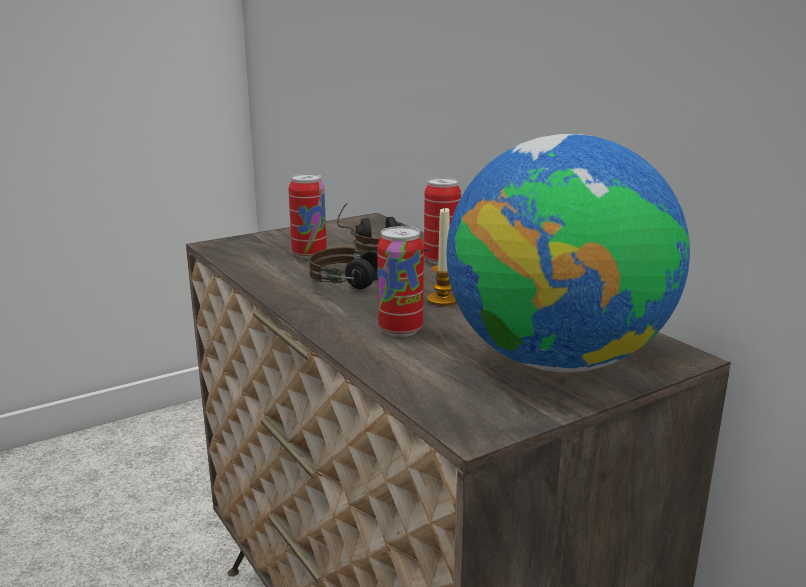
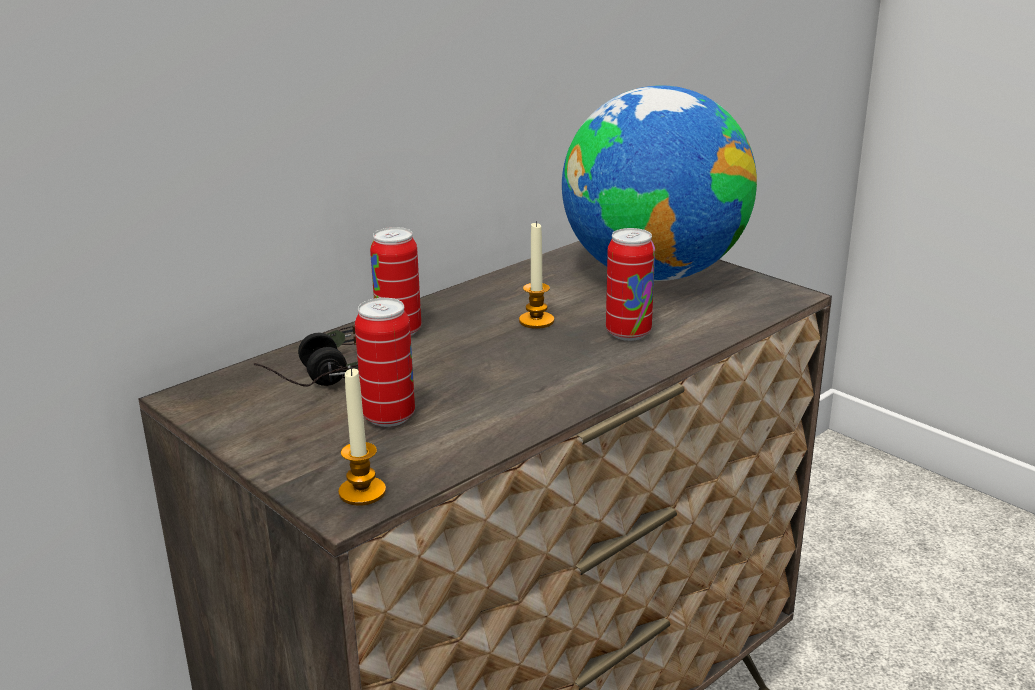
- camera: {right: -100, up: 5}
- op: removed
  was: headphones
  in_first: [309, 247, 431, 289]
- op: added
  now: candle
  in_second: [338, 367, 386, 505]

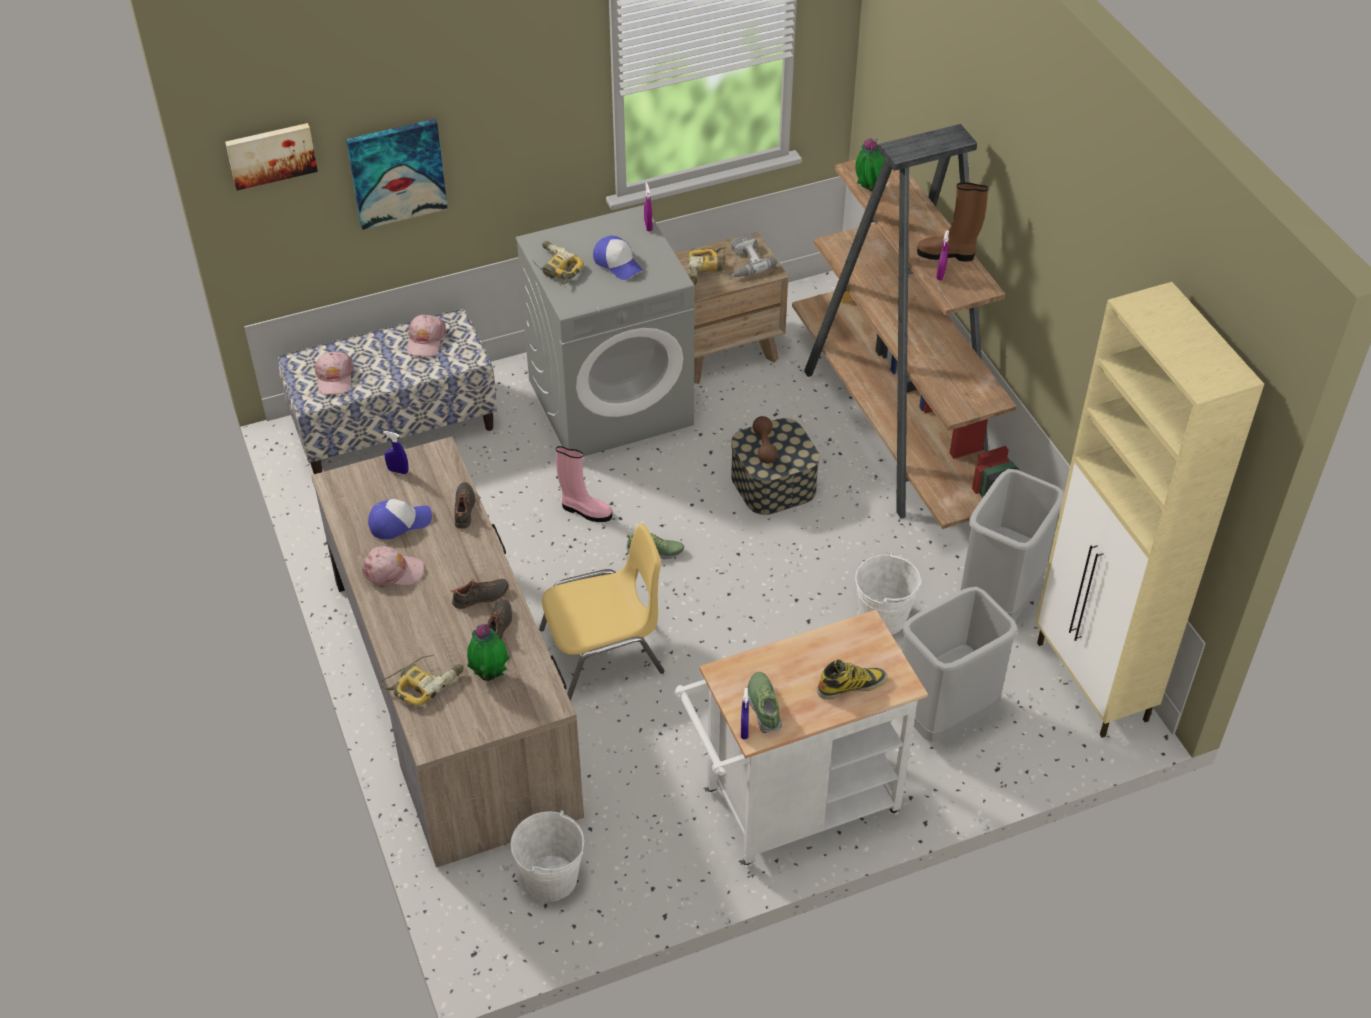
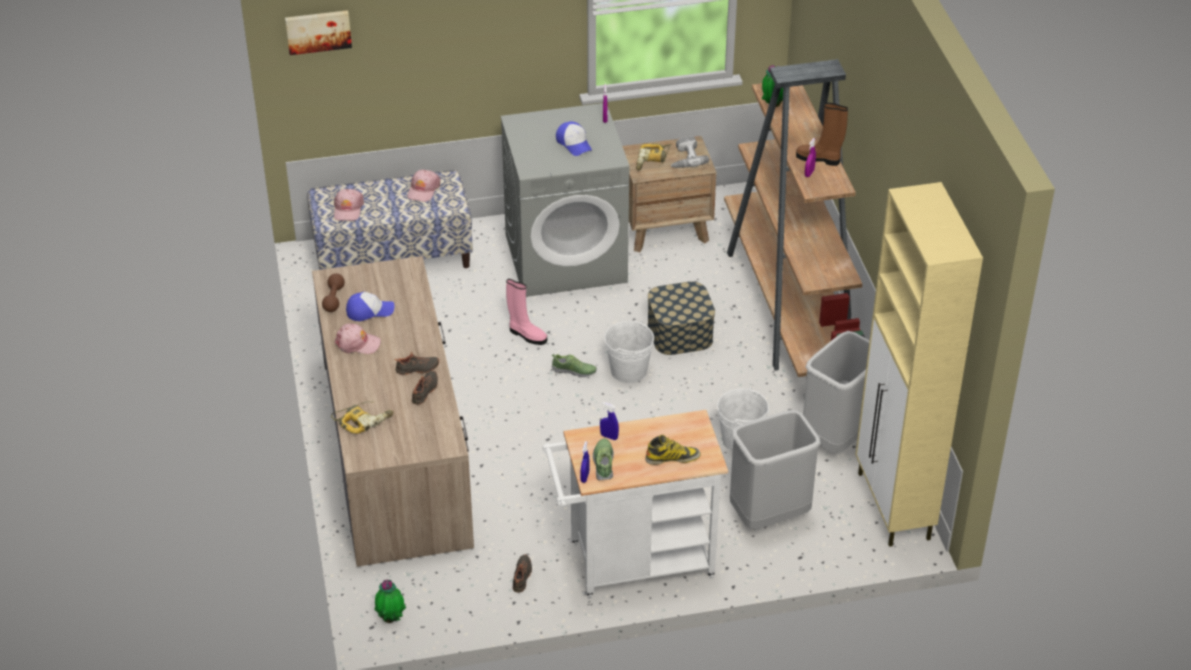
- camera: {right: 10, up: -5}
- op: removed
  was: picture
  in_first: [346, 119, 448, 230]
- op: removed
  was: power drill
  in_first: [531, 241, 584, 285]
- op: removed
  was: yellow chair
  in_first: [539, 524, 665, 701]
- op: moved
  was: blue spray bottle
  in_first: [383, 431, 408, 474]
  in_second: [600, 402, 619, 440]
- op: moved
  was: black shoe
  in_first: [454, 482, 476, 529]
  in_second: [513, 555, 532, 592]
- op: moved
  was: potted plant
  in_first: [467, 624, 510, 681]
  in_second: [374, 580, 406, 623]
- op: moved
  was: white bucket
  in_first: [510, 810, 584, 902]
  in_second: [605, 321, 654, 383]
- op: moved
  was: brown dumbbell
  in_first: [753, 416, 778, 464]
  in_second: [322, 273, 345, 312]

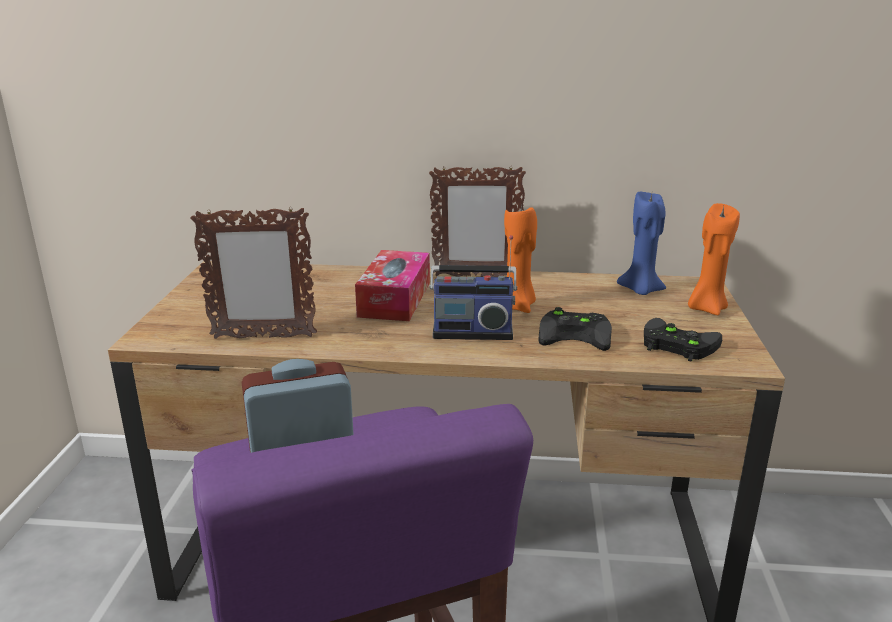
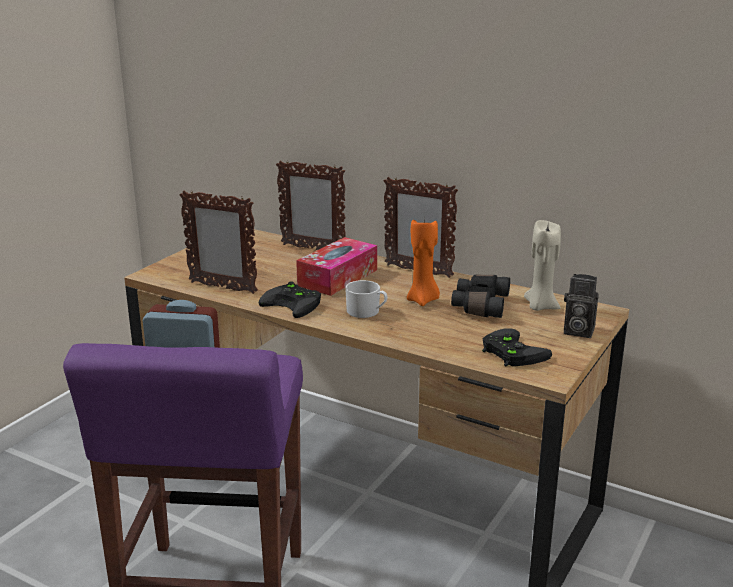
- camera: {right: 25, up: 0}
- op: added
  now: picture frame
  in_second: [276, 160, 346, 250]
- op: added
  now: black binoculars
  in_second: [451, 275, 510, 318]
- op: moved
  was: black game controller
  in_first: [538, 307, 612, 351]
  in_second: [259, 281, 321, 318]
- op: replaced
  was: radio
  now: white mug
  in_first: [430, 235, 517, 340]
  in_second: [345, 280, 388, 318]
- op: replaced
  was: orange candle
  now: photo camera
  in_first: [688, 203, 740, 315]
  in_second: [564, 274, 599, 338]
- op: recoloured
  was: blue candle
  now: beige candle
  in_first: [617, 192, 666, 295]
  in_second: [524, 220, 561, 311]

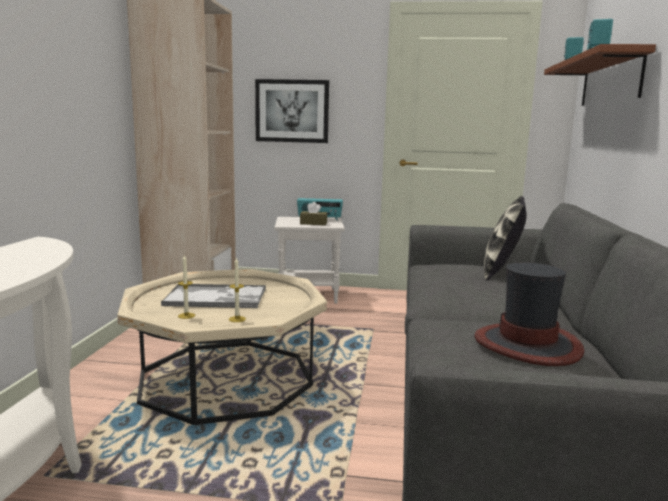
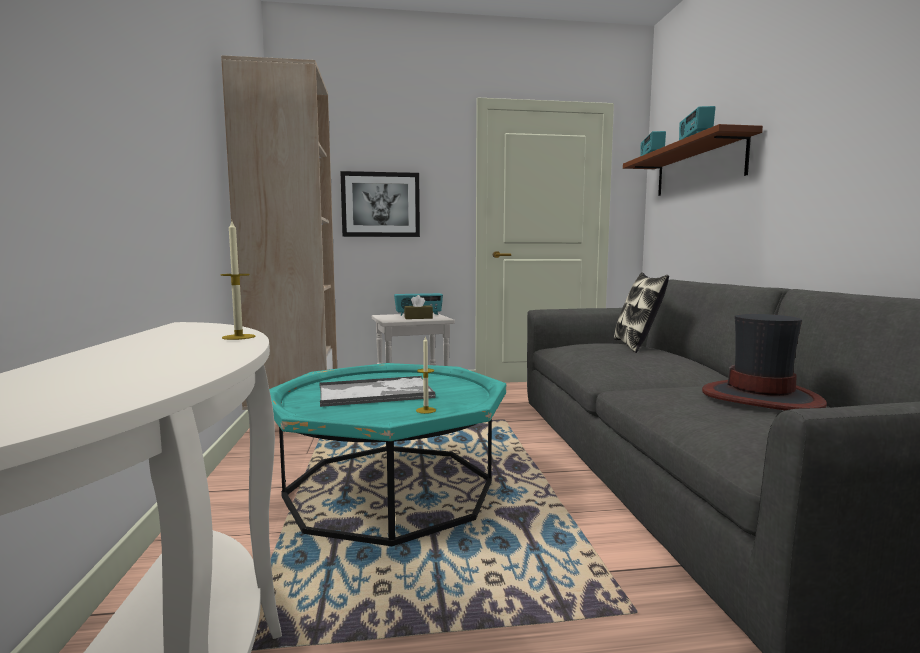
- camera: {right: -15, up: -5}
- op: moved
  was: candle
  in_first: [178, 255, 195, 319]
  in_second: [221, 221, 255, 340]
- op: recoloured
  was: beige coffee table
  now: turquoise coffee table
  in_first: [117, 269, 327, 425]
  in_second: [269, 363, 506, 546]

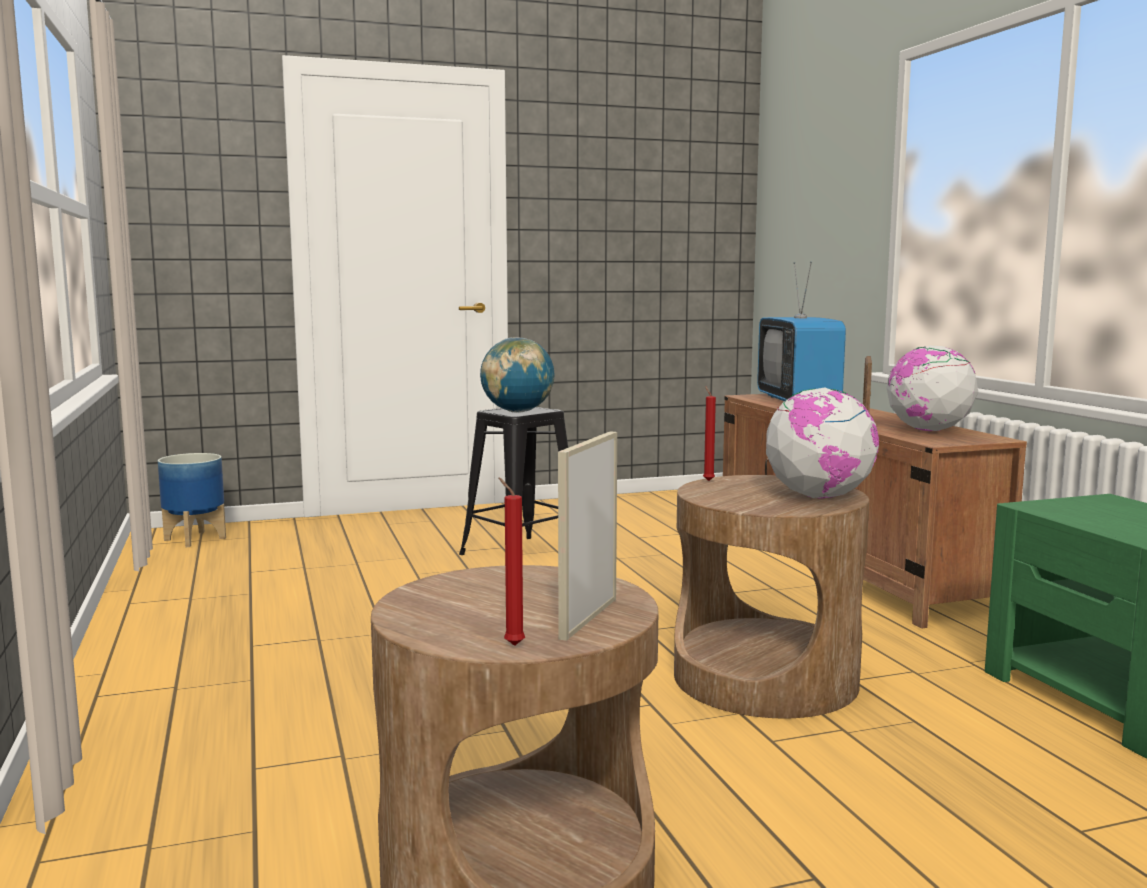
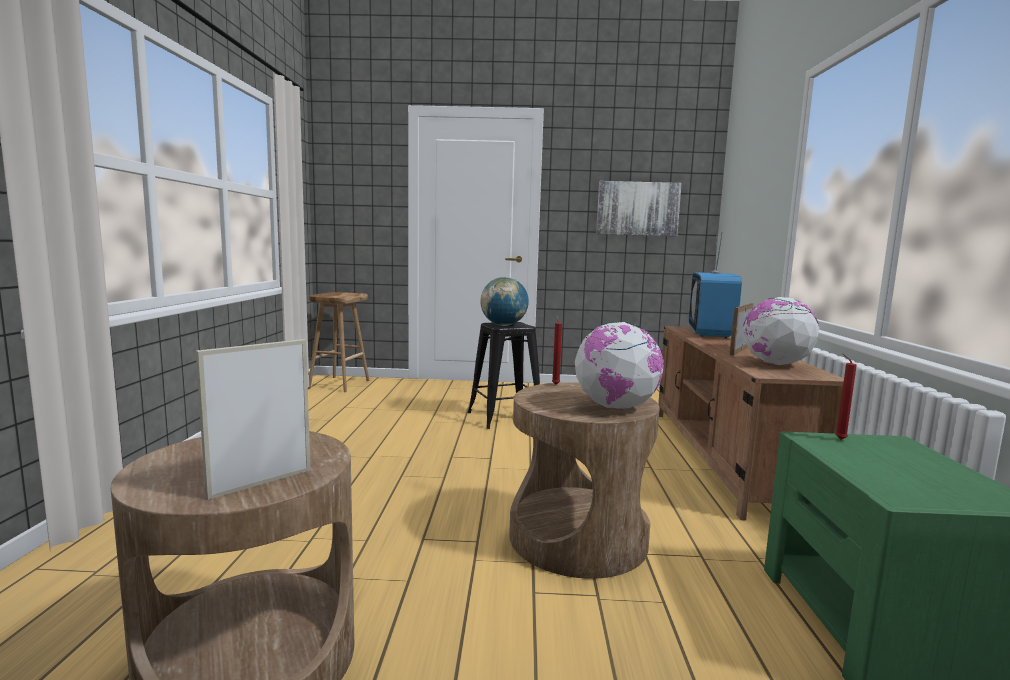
- camera: {right: 20, up: 0}
- op: added
  now: picture
  in_second: [596, 181, 682, 236]
- op: moved
  was: red candle
  in_first: [498, 478, 525, 646]
  in_second: [836, 354, 857, 440]
- op: replaced
  was: planter
  now: brown stool
  in_first: [158, 453, 226, 547]
  in_second: [308, 292, 370, 392]

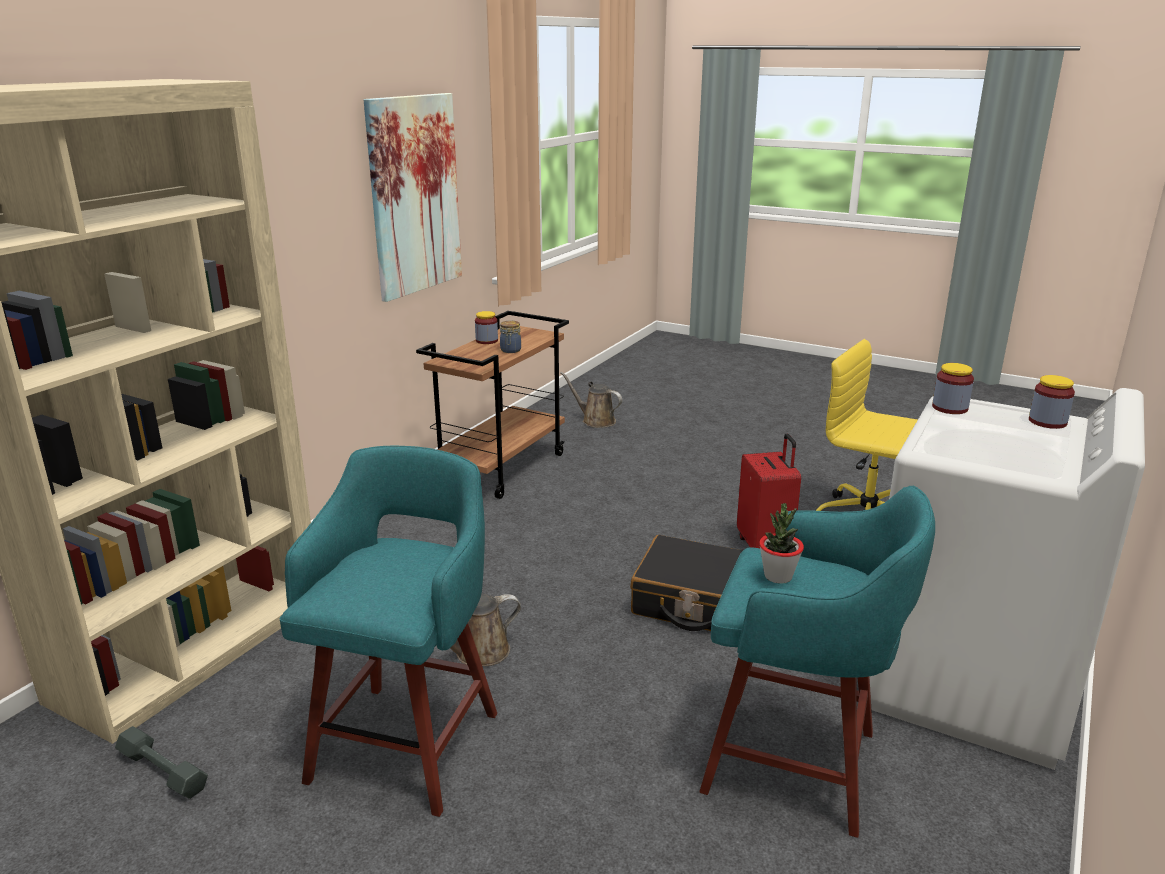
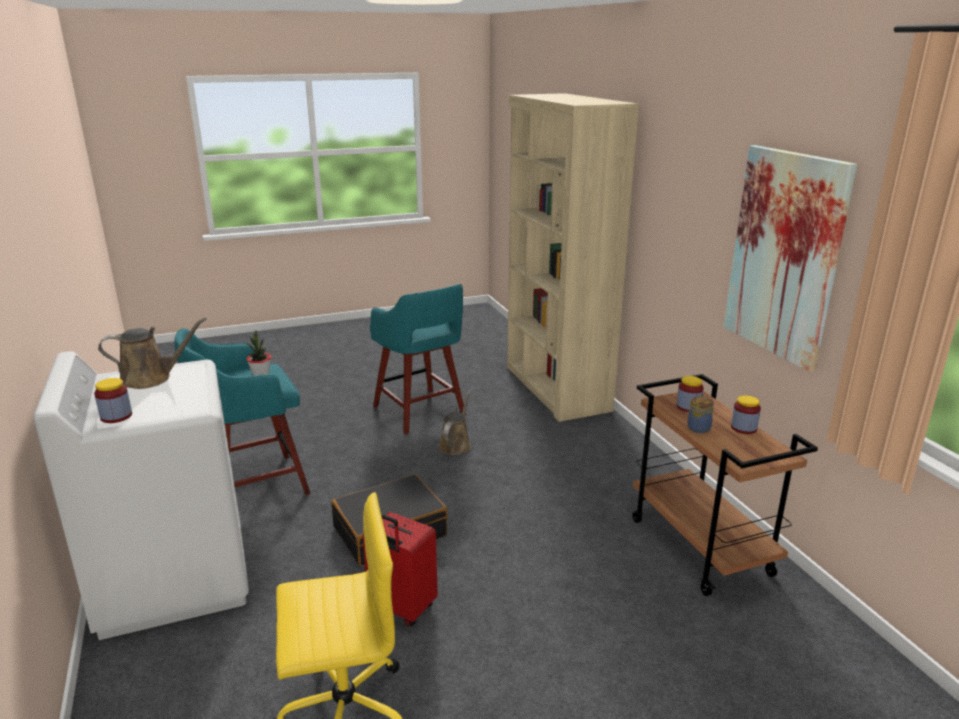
- camera: {right: 130, up: 0}
- op: removed
  was: grey dumbbell
  in_first: [115, 726, 208, 799]
- op: moved
  was: brown watering can
  in_first: [560, 372, 623, 428]
  in_second: [98, 318, 206, 389]
- op: moved
  was: jar
  in_first: [932, 363, 974, 414]
  in_second: [677, 376, 704, 412]

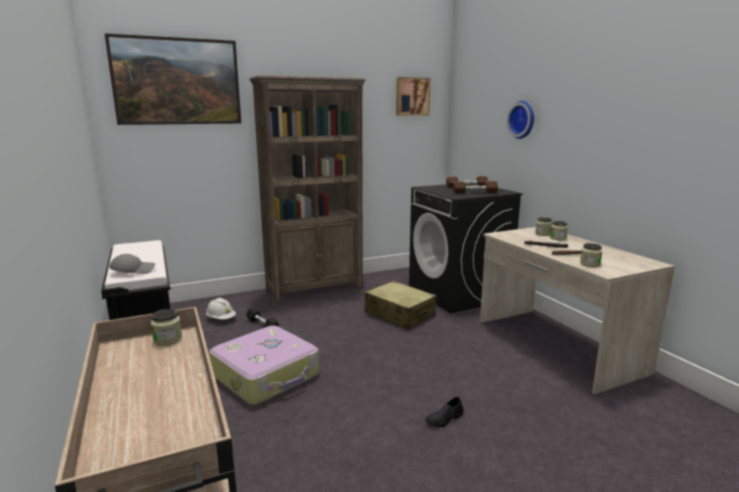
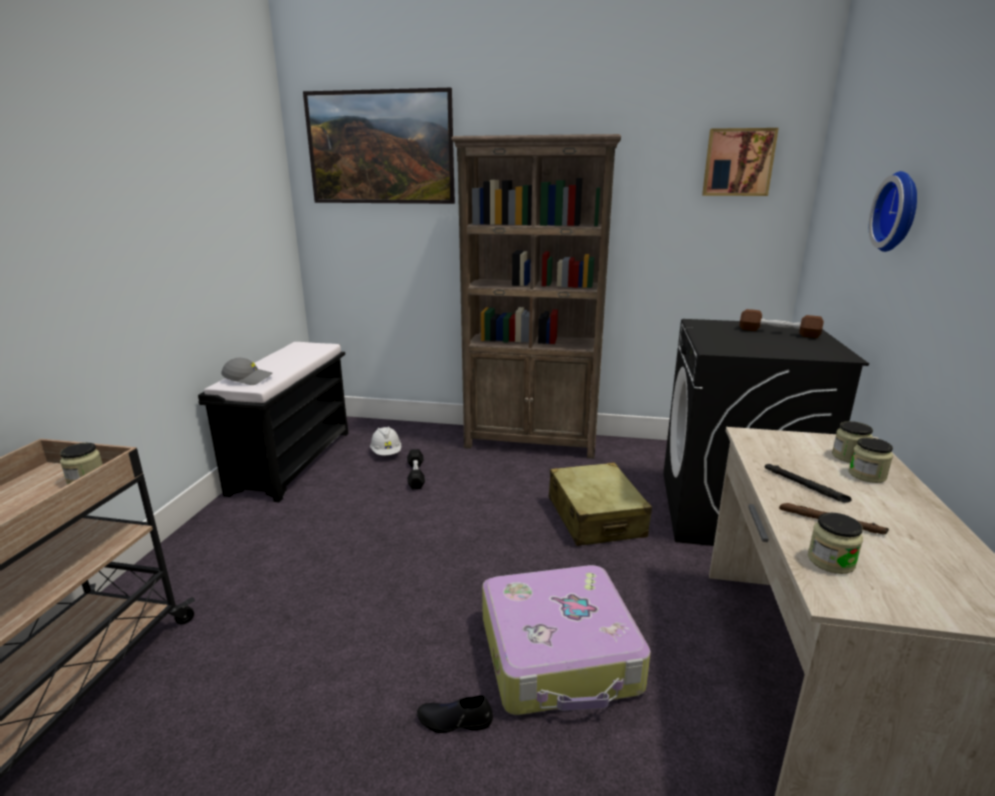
- camera: {right: 35, up: 5}
- op: removed
  was: brown dumbbell
  in_first: [453, 181, 498, 194]
- op: moved
  was: suitcase
  in_first: [209, 326, 319, 405]
  in_second: [482, 565, 651, 715]

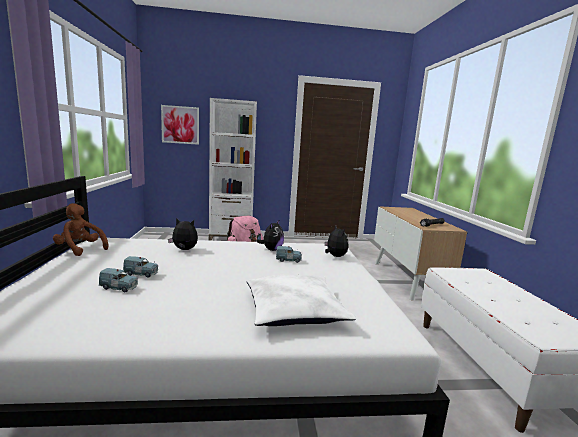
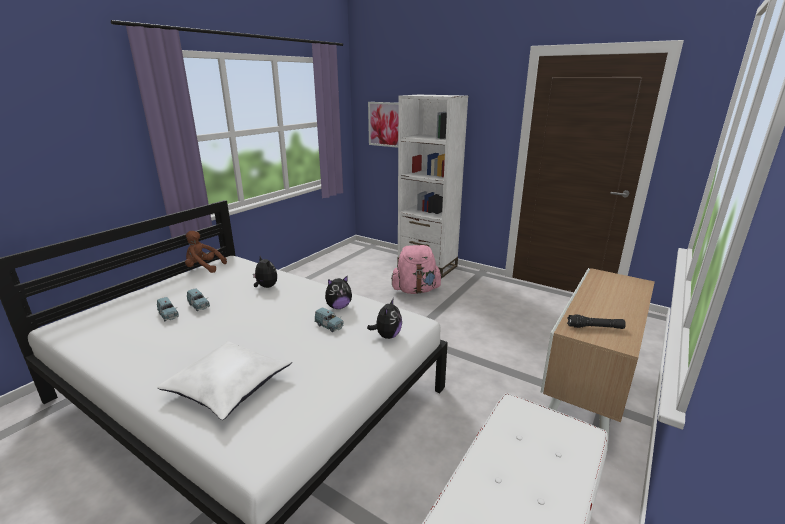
- camera: {right: 40, up: 10}
- op: turned
  was: brown plush toy
  in_first: [53, 203, 109, 256]
  in_second: [185, 231, 227, 273]
  clockwise: -60

